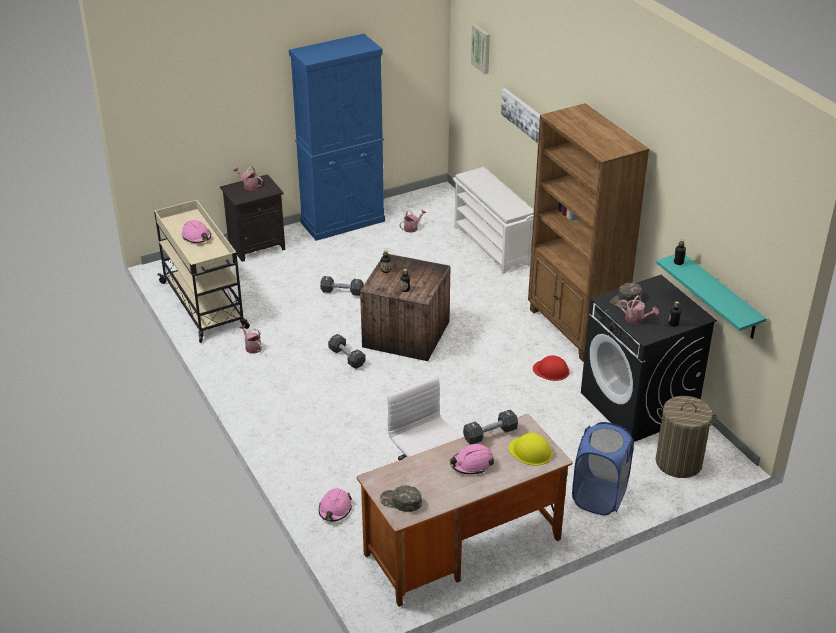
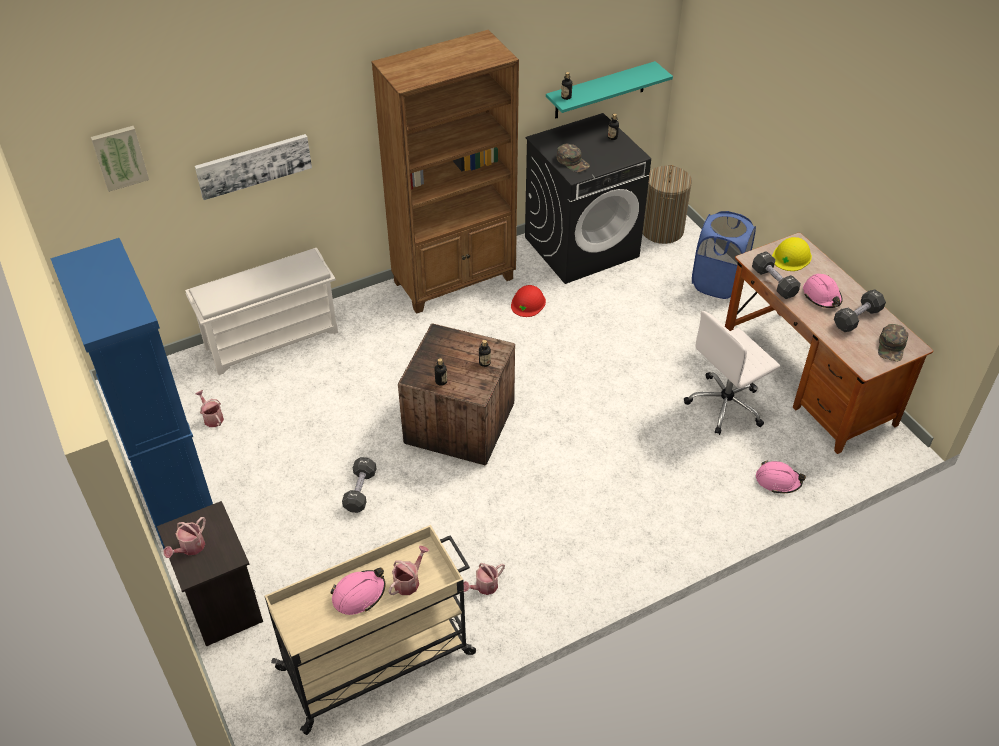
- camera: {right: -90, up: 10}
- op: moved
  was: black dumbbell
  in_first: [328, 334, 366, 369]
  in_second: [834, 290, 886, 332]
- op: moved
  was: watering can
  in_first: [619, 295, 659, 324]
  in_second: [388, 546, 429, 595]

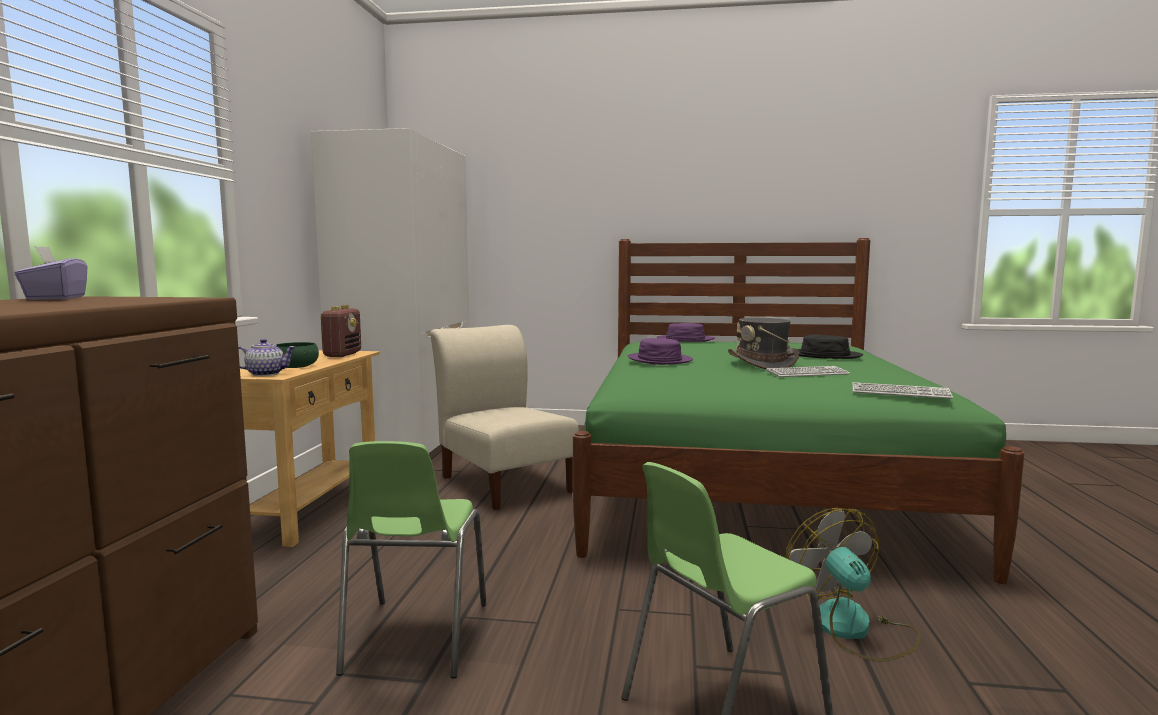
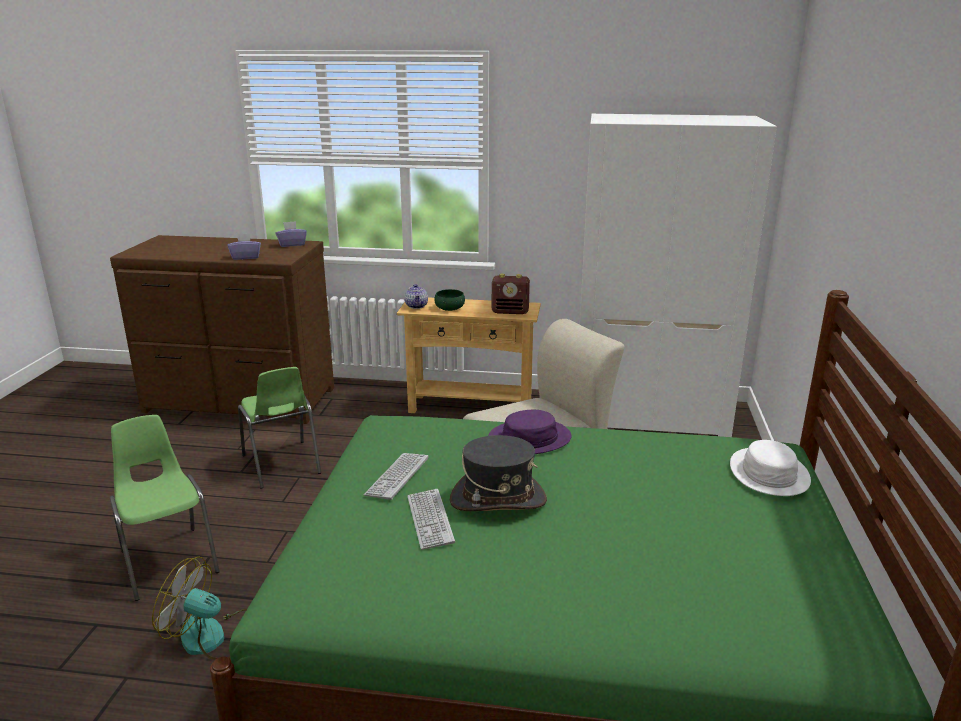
- camera: {right: 90, up: 15}
- op: removed
  was: black hat
  in_first: [797, 334, 863, 359]
- op: added
  now: purple tissue box
  in_second: [227, 233, 261, 260]
- op: moved
  was: keyboard
  in_first: [852, 382, 953, 399]
  in_second: [363, 453, 428, 500]
- op: recoloured
  was: purple hat
  now: white hat
  in_first: [657, 323, 715, 342]
  in_second: [730, 440, 811, 496]
- op: turned
  was: green chair
  in_first: [336, 441, 487, 678]
  in_second: [238, 367, 321, 489]
  clockwise: -120
- op: turned
  was: fan
  in_first: [786, 508, 921, 661]
  in_second: [152, 556, 247, 660]
  clockwise: -150

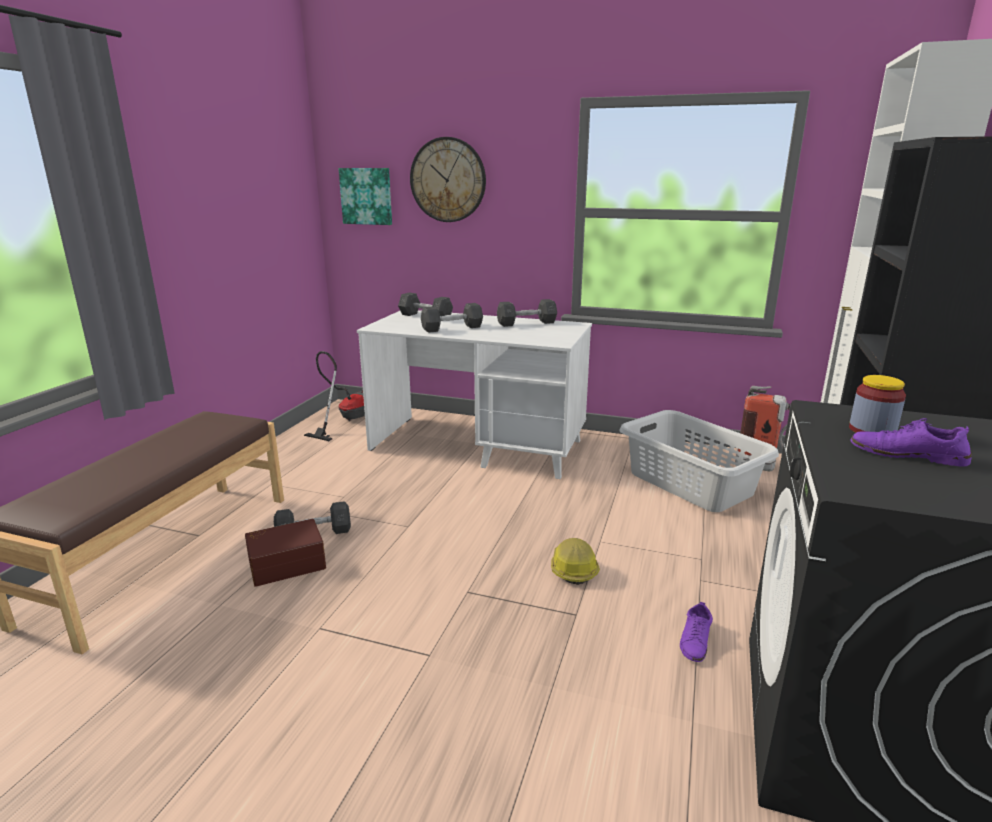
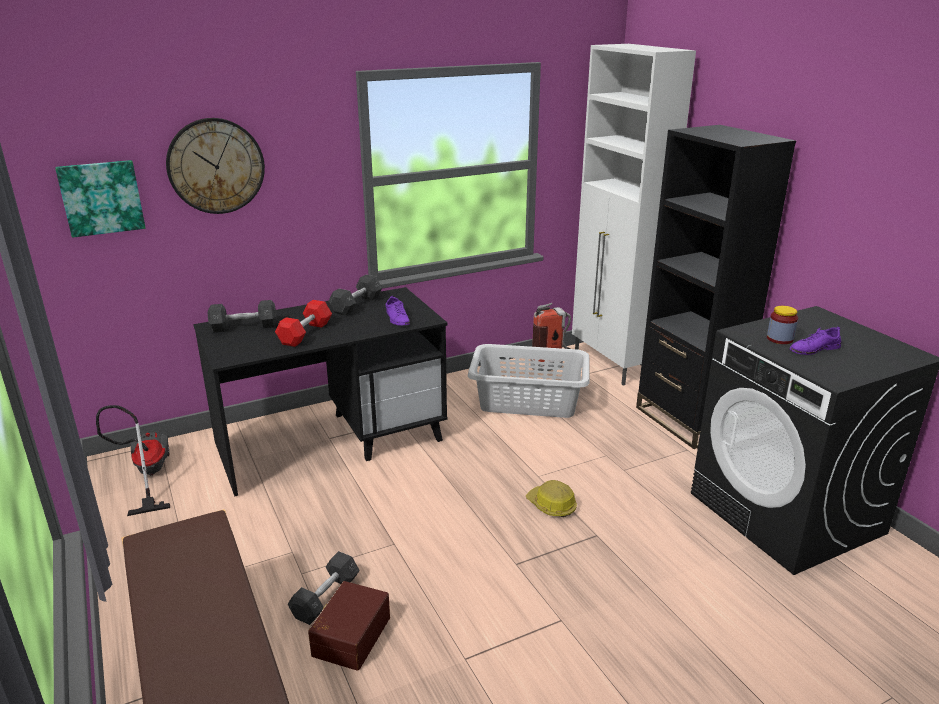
- camera: {right: -45, up: 5}
- op: moved
  was: purple shoe
  in_first: [680, 602, 713, 662]
  in_second: [386, 296, 410, 325]
- op: recoloured
  was: white desk
  now: black desk
  in_first: [357, 310, 592, 479]
  in_second: [193, 287, 447, 496]
- op: recoloured
  was: grey dumbbell
  now: red dumbbell
  in_first: [421, 303, 483, 333]
  in_second: [275, 300, 332, 347]

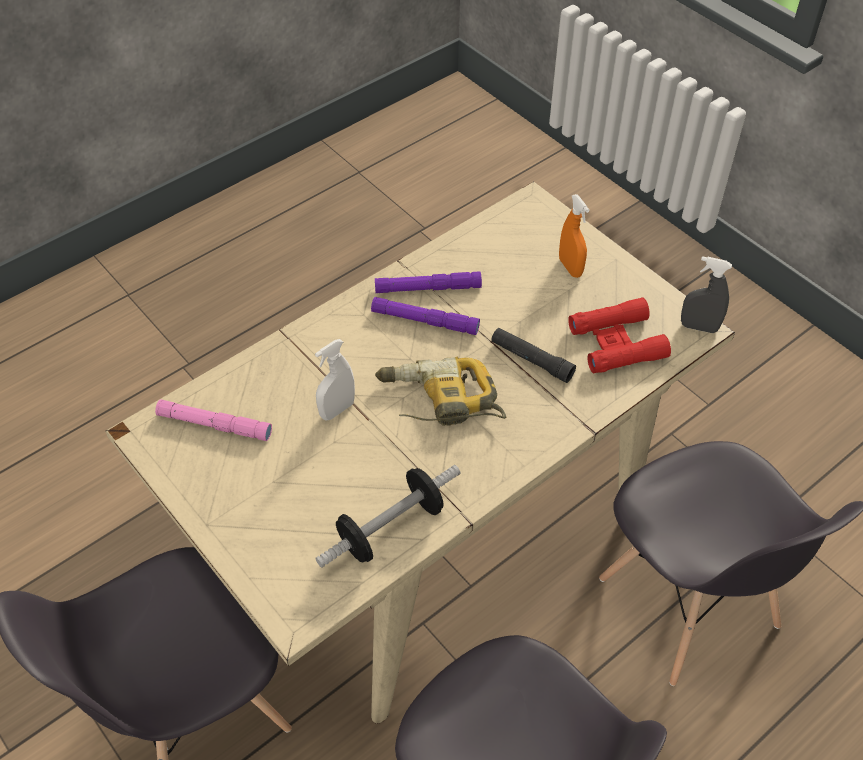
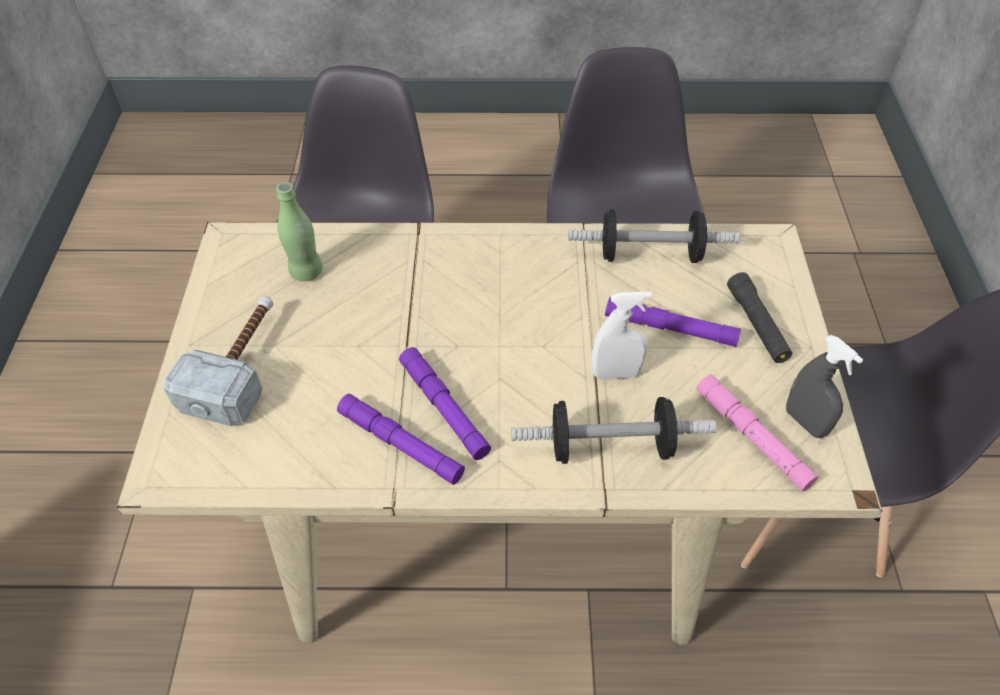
- camera: {right: -140, up: 0}
- op: removed
  was: power drill
  in_first: [375, 357, 506, 426]
- op: added
  now: dumbbell
  in_second: [511, 397, 716, 464]
- op: added
  now: purple flashlight
  in_second: [605, 297, 741, 347]
- op: moved
  was: black flashlight
  in_first: [491, 328, 576, 383]
  in_second: [727, 272, 792, 363]
- op: moved
  was: grey spray bottle
  in_first: [681, 256, 732, 333]
  in_second: [786, 335, 863, 438]
- op: replaced
  was: orange spray bottle
  now: hammer
  in_first: [559, 194, 589, 278]
  in_second: [163, 297, 274, 426]
- op: replaced
  was: red binoculars
  now: green bottle
  in_first: [568, 297, 671, 373]
  in_second: [276, 182, 323, 281]

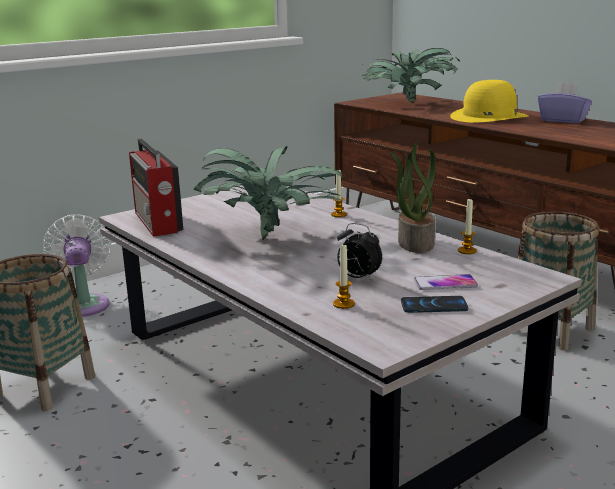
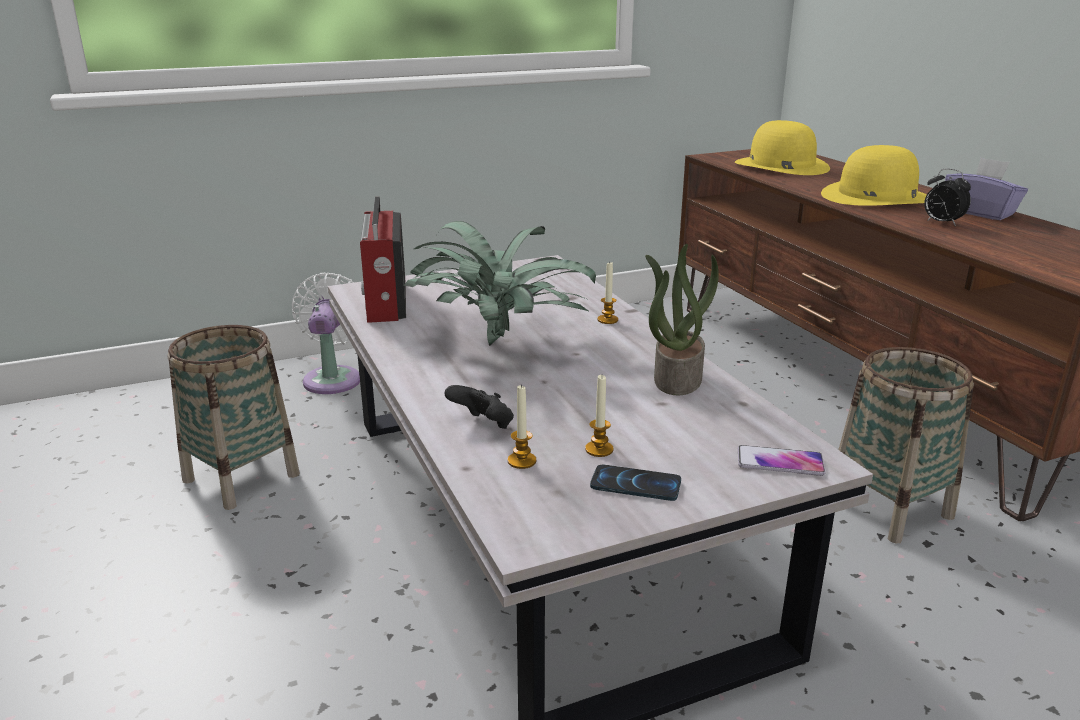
- camera: {right: 15, up: 5}
- op: added
  now: black game controller
  in_second: [445, 385, 514, 429]
- op: moved
  was: alarm clock
  in_first: [337, 223, 382, 282]
  in_second: [924, 169, 971, 226]
- op: moved
  was: phone
  in_first: [414, 274, 478, 290]
  in_second: [738, 445, 826, 476]
- op: moved
  was: candle
  in_first: [458, 199, 477, 254]
  in_second: [585, 375, 614, 457]
- op: replaced
  was: potted plant
  now: yellow hat
  in_first: [362, 48, 460, 103]
  in_second: [735, 120, 830, 175]

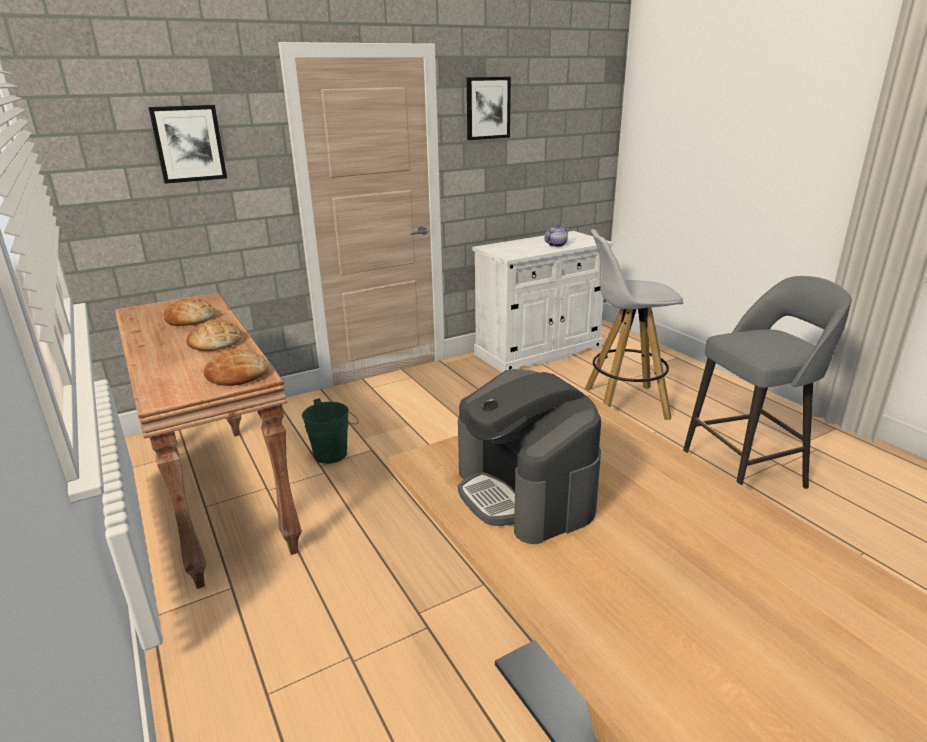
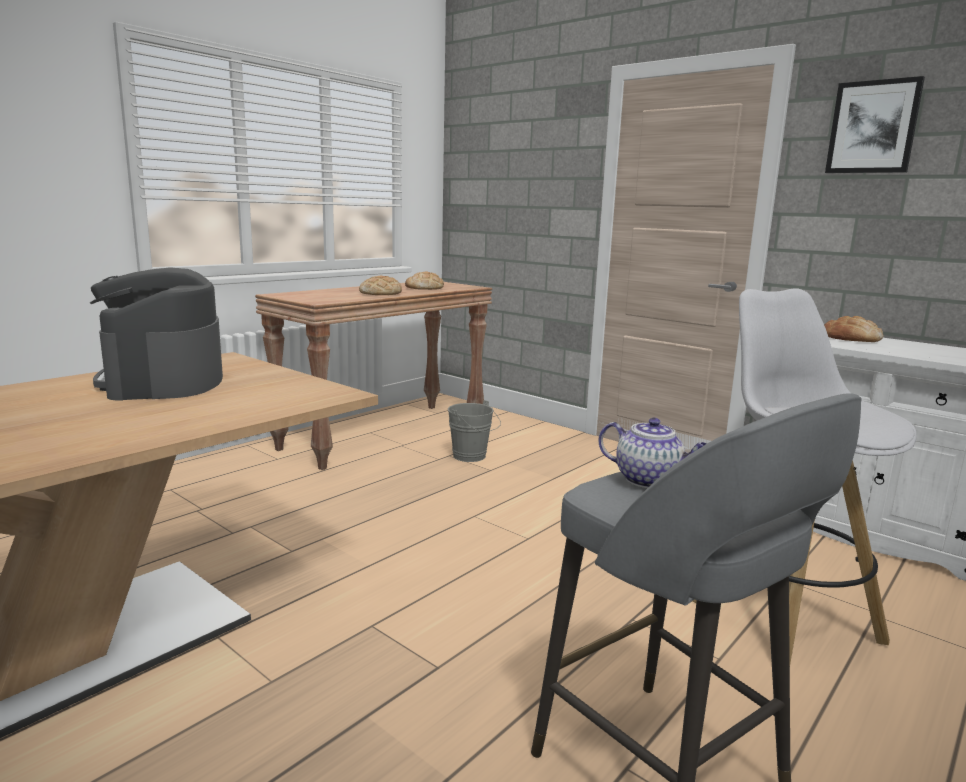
- camera: {right: 70, up: -10}
- op: removed
  was: picture
  in_first: [148, 105, 227, 184]
- op: moved
  was: bread
  in_first: [204, 349, 269, 386]
  in_second: [824, 316, 884, 342]
- op: moved
  was: teapot
  in_first: [544, 224, 570, 247]
  in_second: [599, 418, 707, 488]
- op: recoloured
  was: green bucket
  now: grey bucket
  in_first: [302, 398, 358, 464]
  in_second: [448, 400, 501, 462]
- op: turned
  was: coffee machine
  in_first: [458, 369, 601, 544]
  in_second: [90, 267, 223, 400]
  clockwise: -60

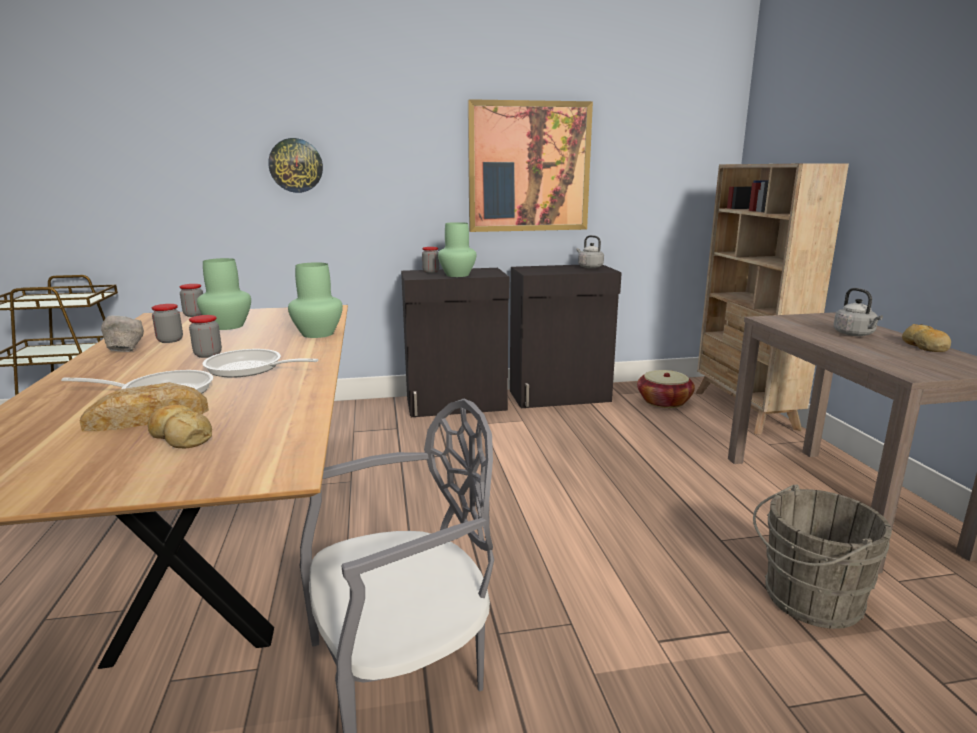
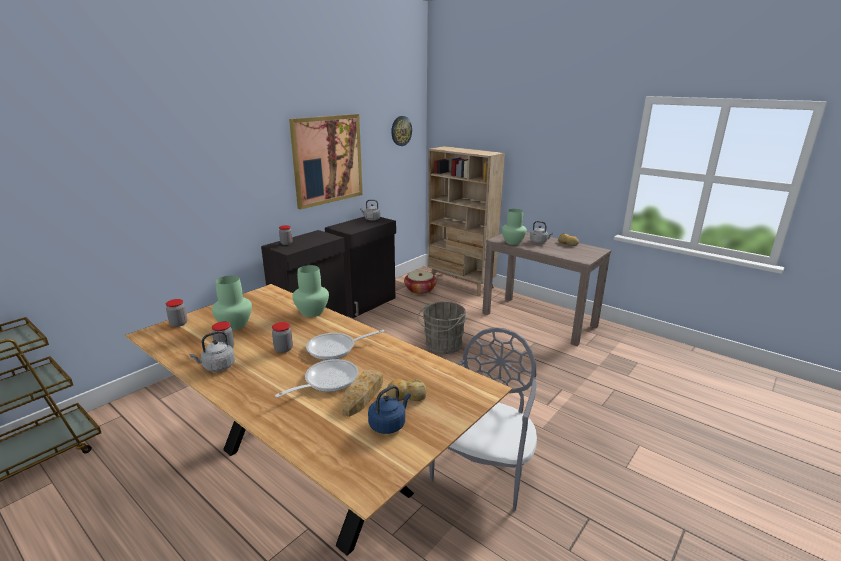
- camera: {right: -40, up: 5}
- op: added
  now: blue kettle
  in_second: [368, 385, 411, 434]
- op: moved
  was: wall clock
  in_first: [268, 138, 323, 193]
  in_second: [391, 116, 412, 146]
- op: moved
  was: green vase
  in_first: [438, 222, 477, 277]
  in_second: [501, 209, 527, 245]
- op: moved
  was: grey bucket
  in_first: [753, 484, 892, 629]
  in_second: [418, 302, 466, 354]
- op: replaced
  was: grey bowl
  now: grey kettle
  in_first: [101, 316, 144, 352]
  in_second: [189, 331, 235, 372]

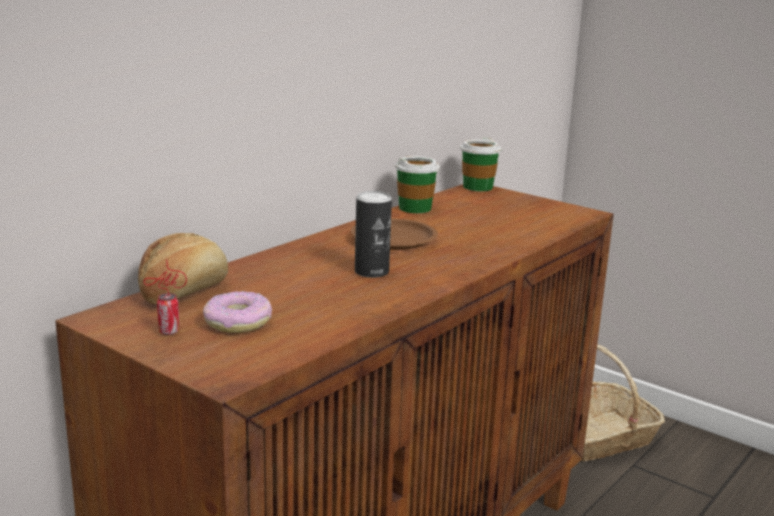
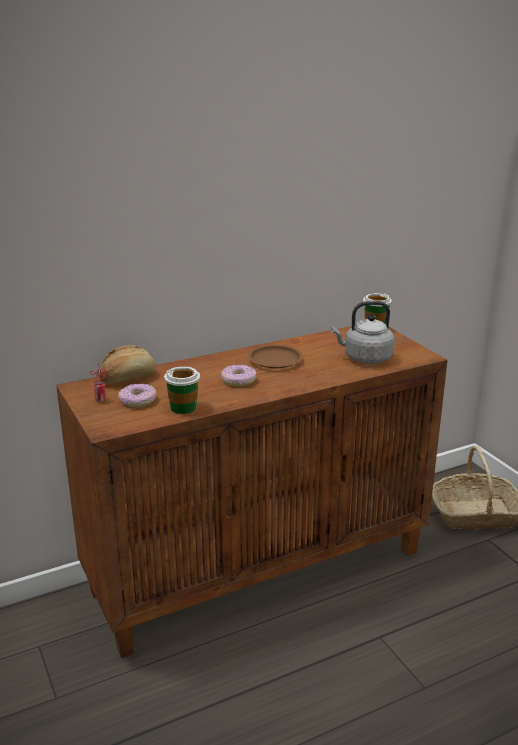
- camera: {right: 25, up: 5}
- op: added
  now: grey kettle
  in_second: [331, 301, 395, 364]
- op: moved
  was: cup
  in_first: [395, 156, 440, 213]
  in_second: [164, 366, 200, 414]
- op: replaced
  was: can
  now: donut
  in_first: [355, 191, 392, 278]
  in_second: [221, 364, 256, 387]

